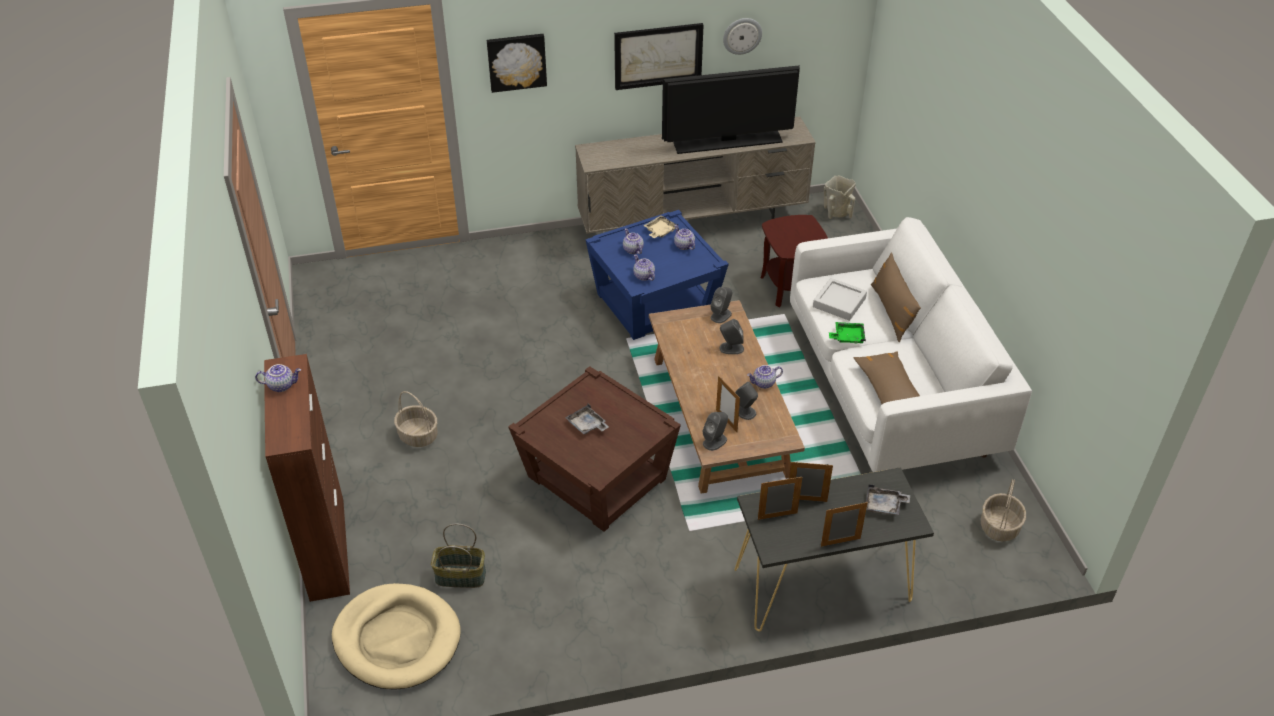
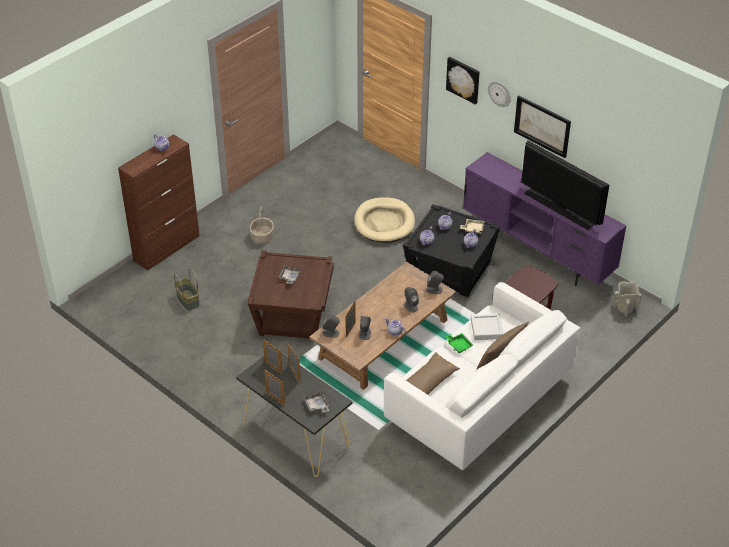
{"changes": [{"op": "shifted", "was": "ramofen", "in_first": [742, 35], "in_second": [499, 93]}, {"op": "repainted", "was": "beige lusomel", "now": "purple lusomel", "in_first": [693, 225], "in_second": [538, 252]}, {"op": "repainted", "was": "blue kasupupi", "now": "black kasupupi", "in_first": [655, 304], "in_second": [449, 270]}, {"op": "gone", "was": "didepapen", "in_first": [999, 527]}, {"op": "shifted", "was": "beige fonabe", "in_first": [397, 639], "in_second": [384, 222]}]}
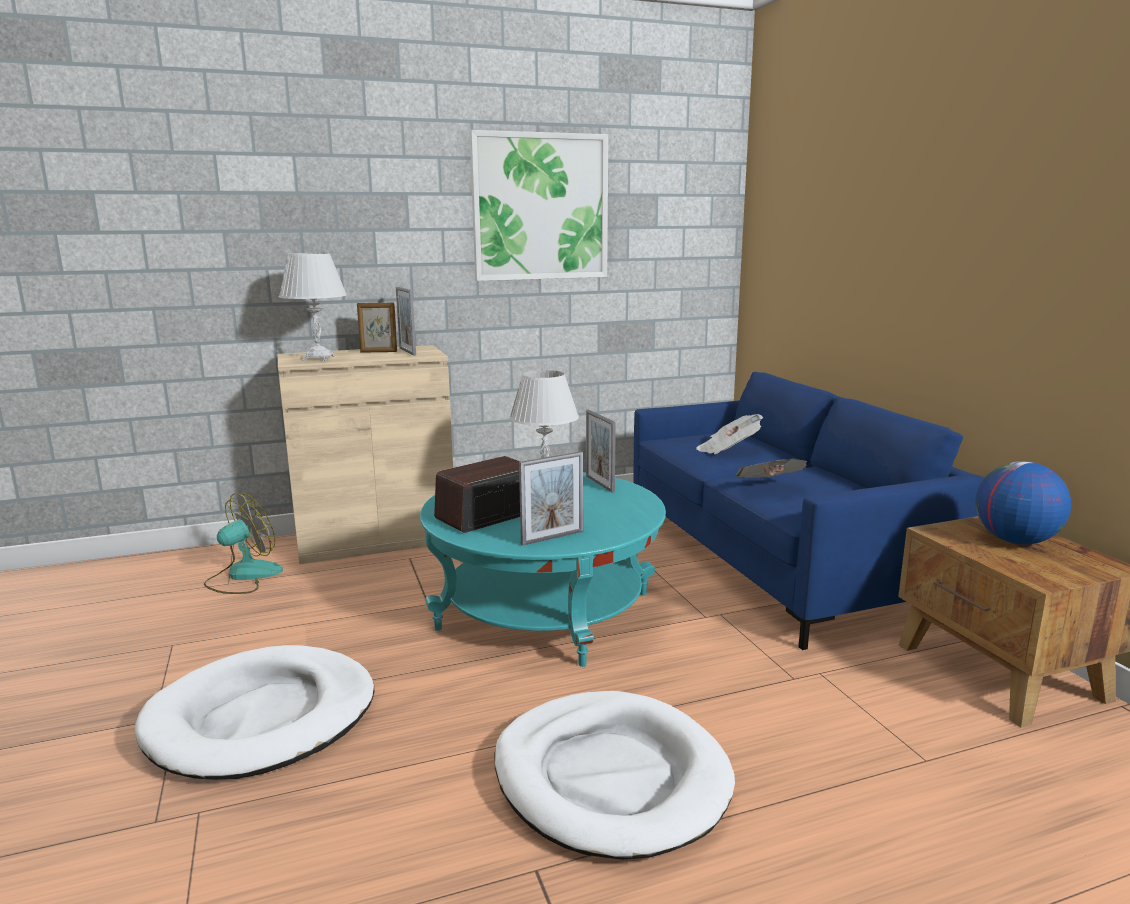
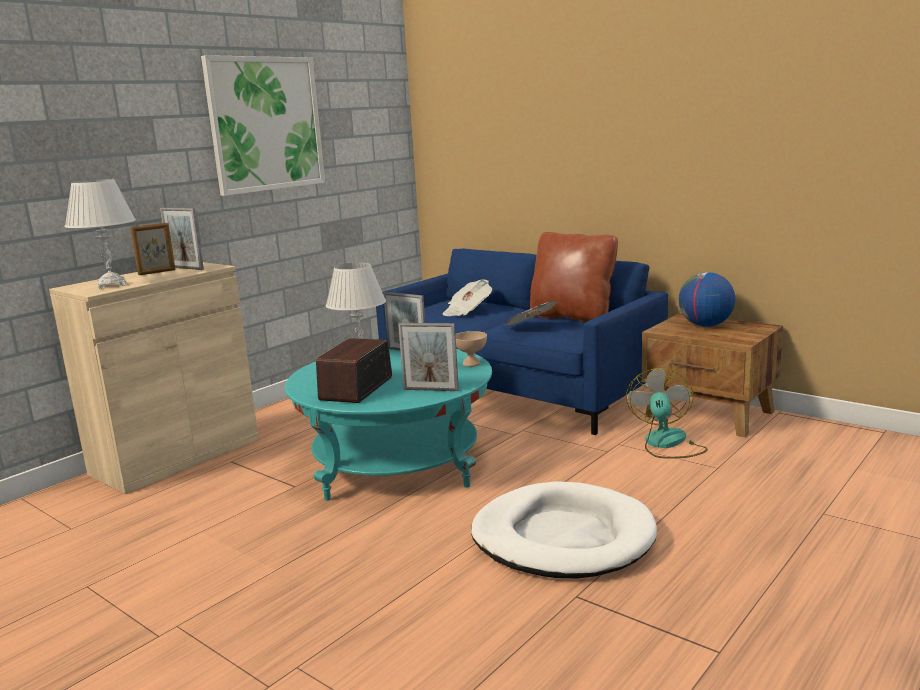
{"changes": [{"op": "rotated", "was": "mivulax", "in_first": [552, 538], "in_second": [430, 390], "clockwise": 75}, {"op": "shifted", "was": "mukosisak", "in_first": [243, 576], "in_second": [667, 444]}, {"op": "gone", "was": "white fonabe", "in_first": [262, 718]}, {"op": "new", "now": "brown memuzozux", "in_second": [572, 317]}, {"op": "new", "now": "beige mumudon", "in_second": [471, 364]}]}
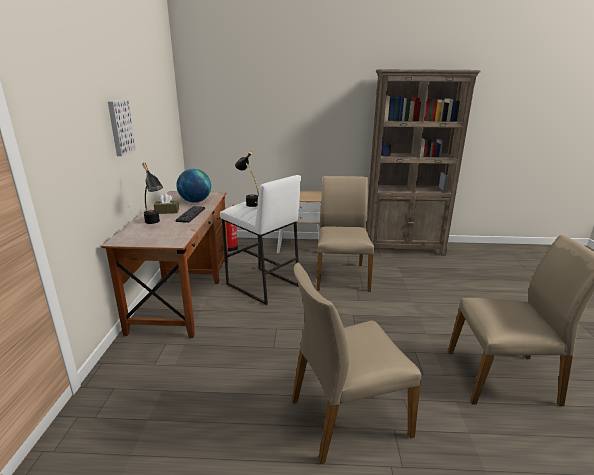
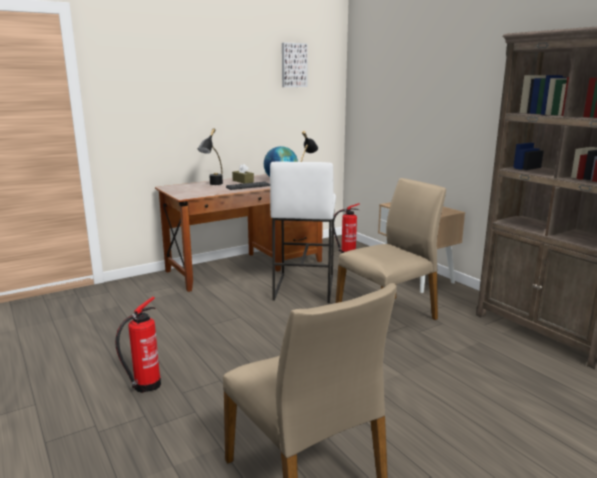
{"changes": [{"op": "shifted", "was": "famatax", "in_first": [120, 127], "in_second": [293, 65]}, {"op": "swapped", "was": "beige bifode", "now": "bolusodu", "in_first": [347, 416], "in_second": [145, 386]}]}
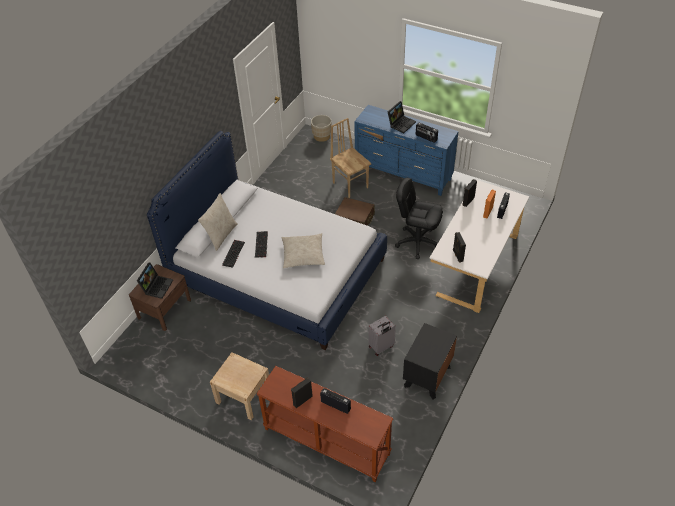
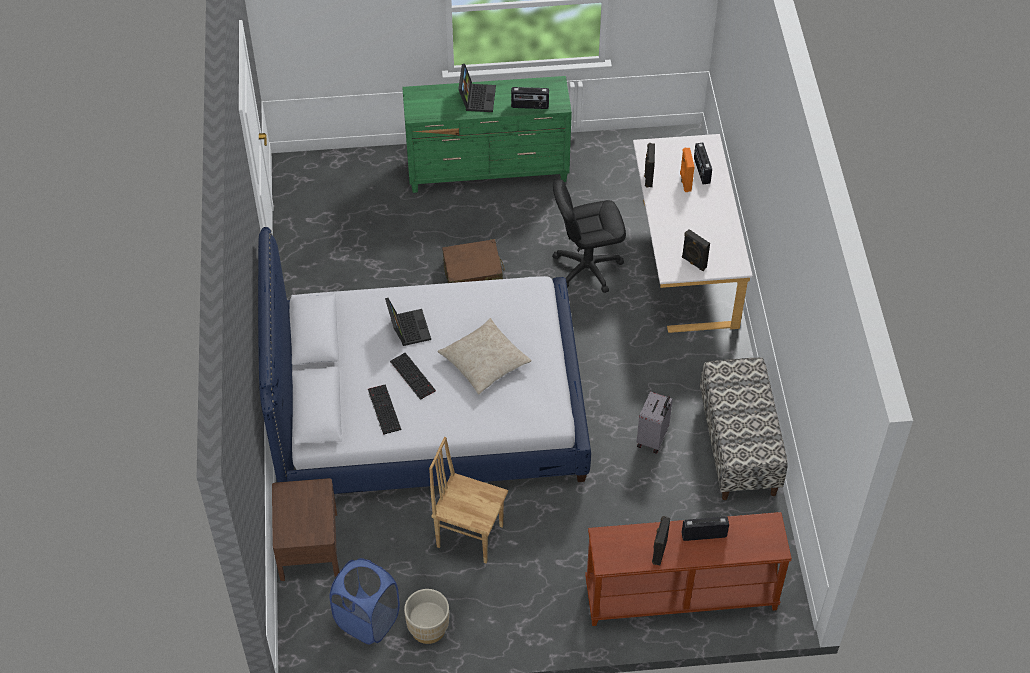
{"changes": [{"op": "repainted", "was": "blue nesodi", "now": "green nesodi", "in_first": [403, 174], "in_second": [488, 171]}, {"op": "shifted", "was": "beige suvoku", "in_first": [321, 136], "in_second": [428, 628]}, {"op": "shifted", "was": "brown bifode", "in_first": [350, 185], "in_second": [469, 535]}, {"op": "gone", "was": "beige memuzozux", "in_first": [221, 235]}, {"op": "shifted", "was": "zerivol", "in_first": [157, 286], "in_second": [407, 328]}, {"op": "swapped", "was": "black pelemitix", "now": "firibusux", "in_first": [427, 376], "in_second": [739, 446]}, {"op": "gone", "was": "beige pelemitix", "in_first": [243, 396]}, {"op": "new", "now": "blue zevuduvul", "in_second": [367, 620]}]}
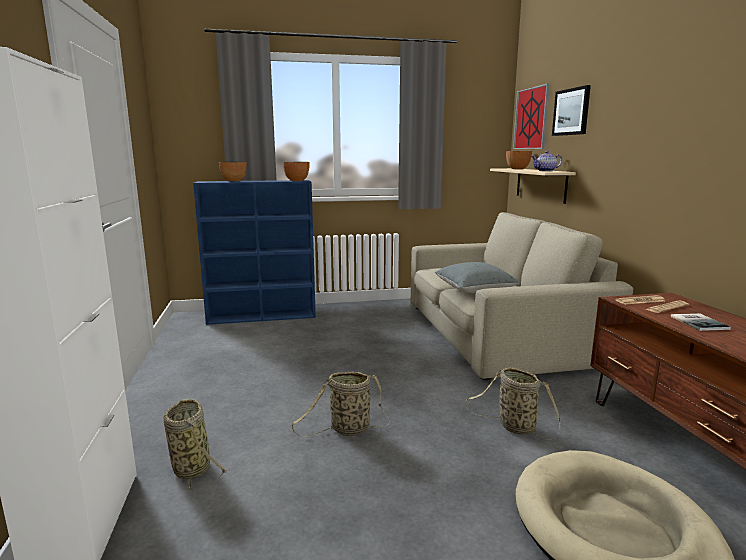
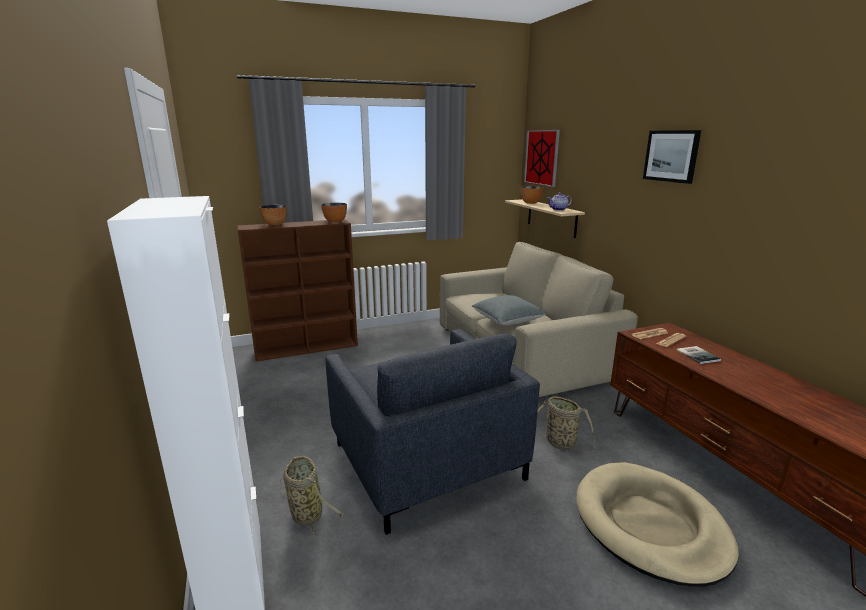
{"changes": [{"op": "shifted", "was": "famatax", "in_first": [571, 112], "in_second": [671, 156]}, {"op": "repainted", "was": "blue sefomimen", "now": "brown sefomimen", "in_first": [263, 316], "in_second": [307, 348]}, {"op": "swapped", "was": "didepapen", "now": "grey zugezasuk", "in_first": [347, 430], "in_second": [426, 461]}]}
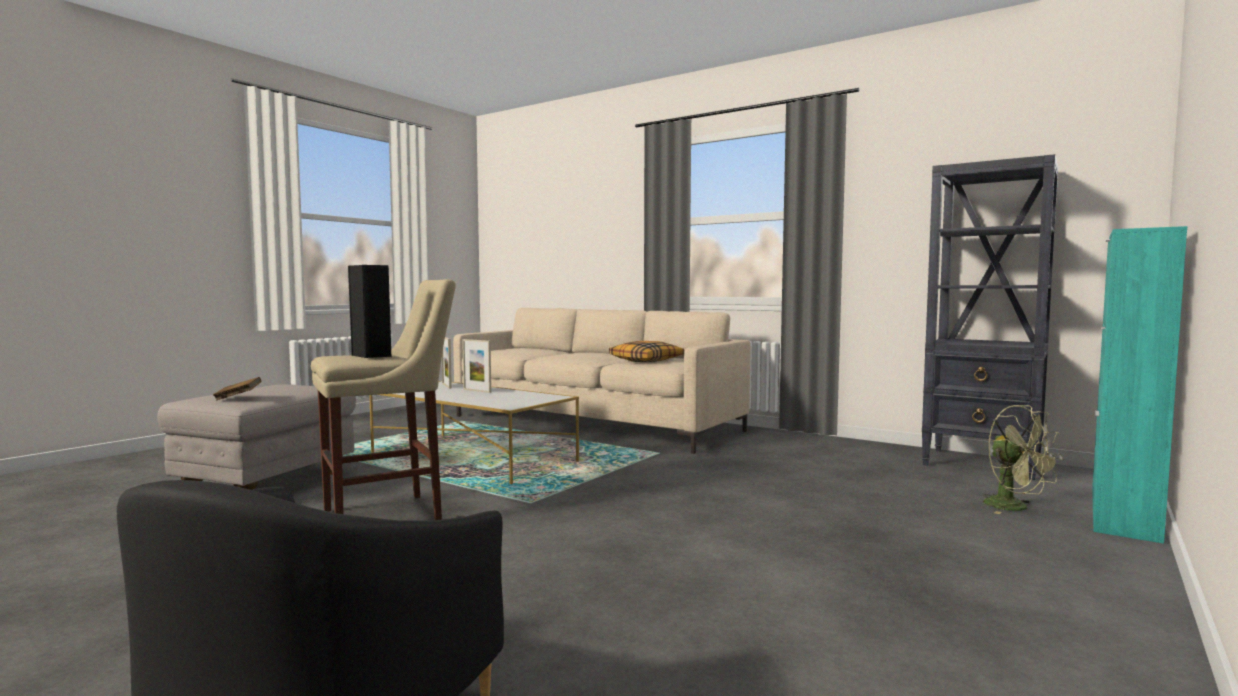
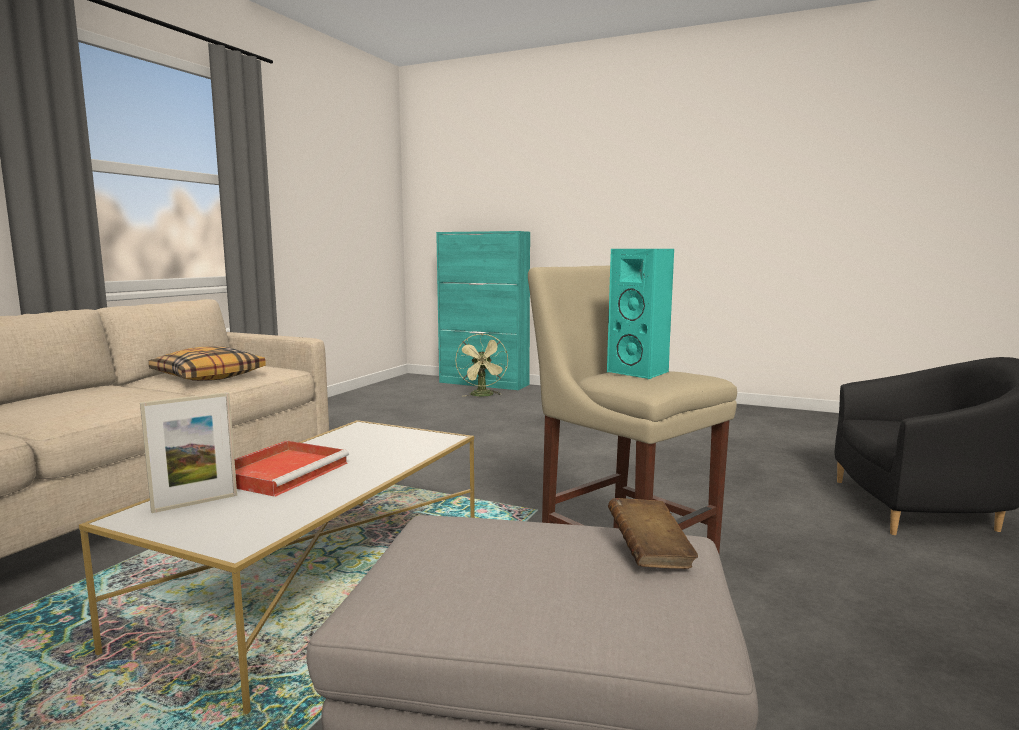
{"changes": [{"op": "gone", "was": "black sefomimen", "in_first": [982, 464]}, {"op": "repainted", "was": "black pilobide", "now": "turquoise pilobide", "in_first": [373, 355], "in_second": [641, 372]}, {"op": "swapped", "was": "mivulax", "now": "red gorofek", "in_first": [477, 391], "in_second": [282, 471]}, {"op": "rotated", "was": "green mukosisak", "in_first": [1015, 508], "in_second": [483, 395], "clockwise": 120}]}
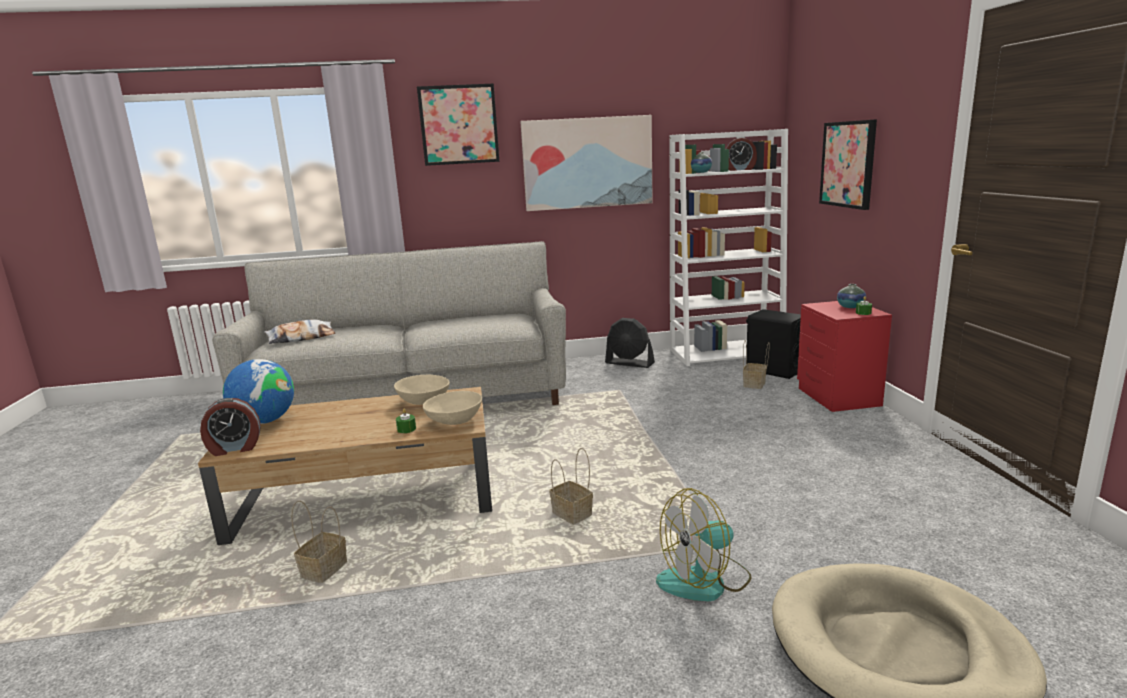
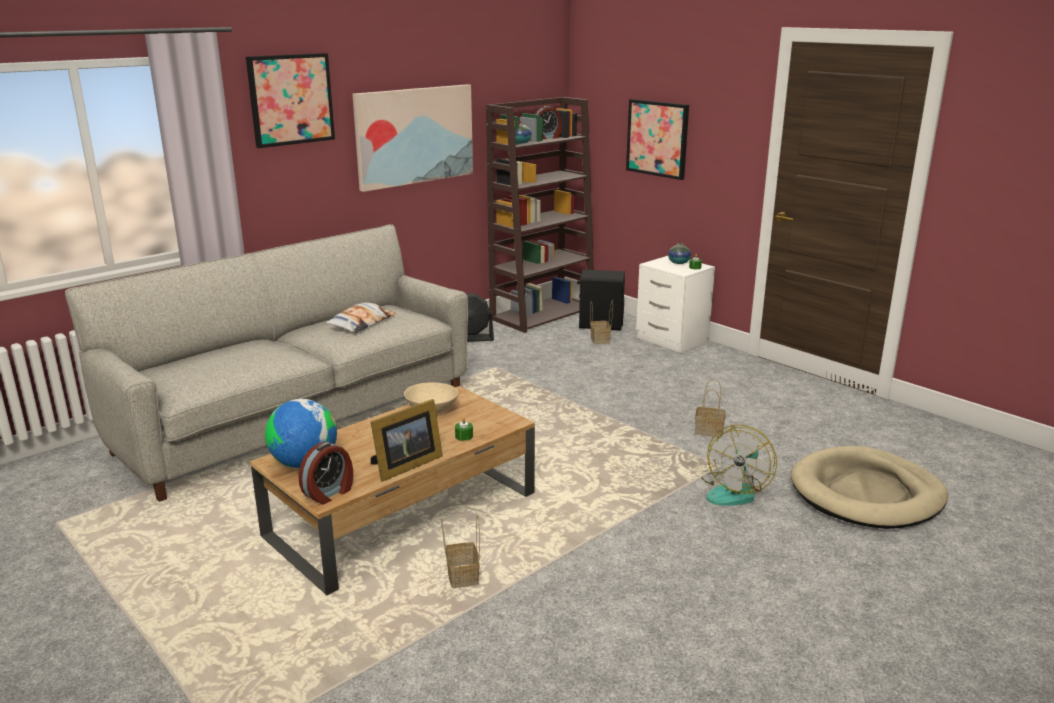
{"changes": [{"op": "repainted", "was": "white sefomimen", "now": "brown sefomimen", "in_first": [726, 352], "in_second": [543, 313]}, {"op": "repainted", "was": "red pelemitix", "now": "white pelemitix", "in_first": [837, 397], "in_second": [672, 340]}, {"op": "shifted", "was": "memuzozux", "in_first": [301, 338], "in_second": [361, 323]}, {"op": "gone", "was": "beige mumudon", "in_first": [455, 420]}, {"op": "shifted", "was": "didepapen", "in_first": [573, 515], "in_second": [710, 431]}, {"op": "new", "now": "mivulax", "in_second": [404, 465]}]}
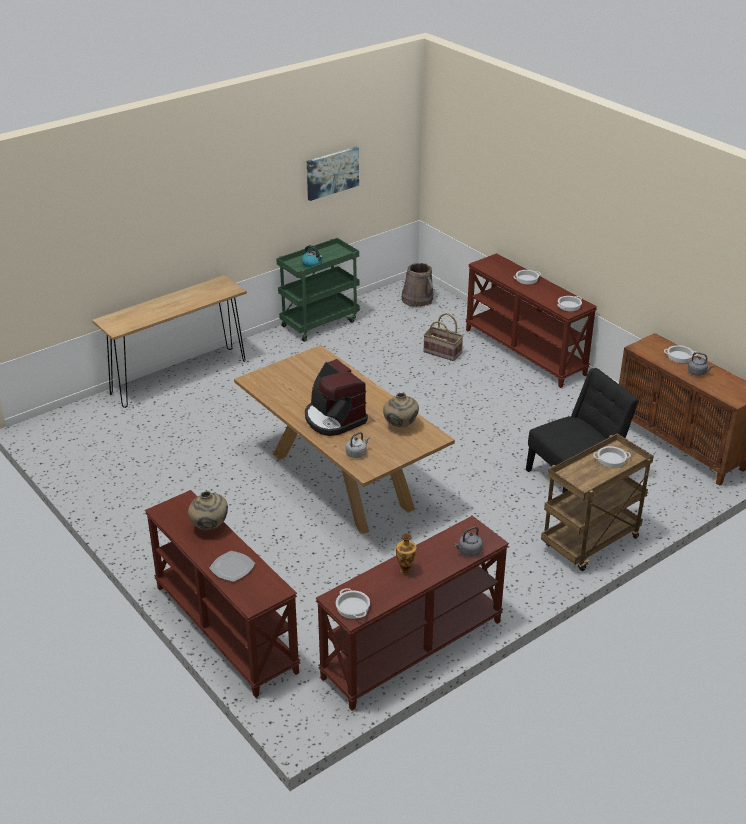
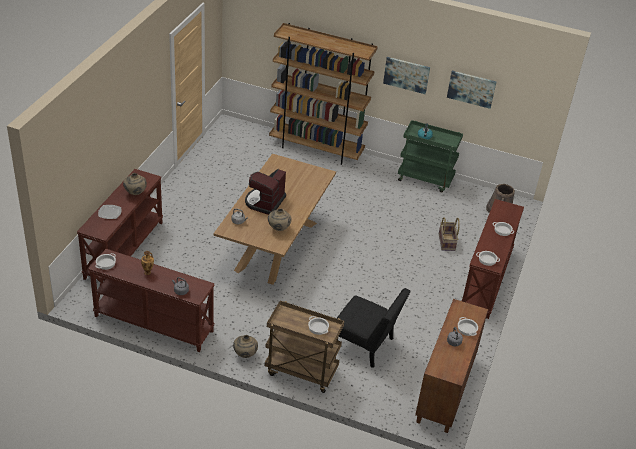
{"changes": [{"op": "swapped", "was": "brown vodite", "now": "brown sefomimen", "in_first": [179, 377], "in_second": [316, 149]}, {"op": "new", "now": "famatax", "in_second": [406, 74]}, {"op": "new", "now": "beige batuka", "in_second": [245, 355]}]}
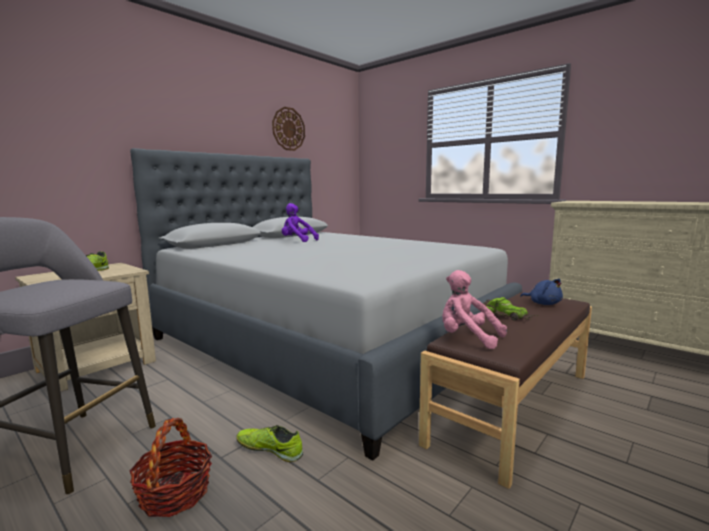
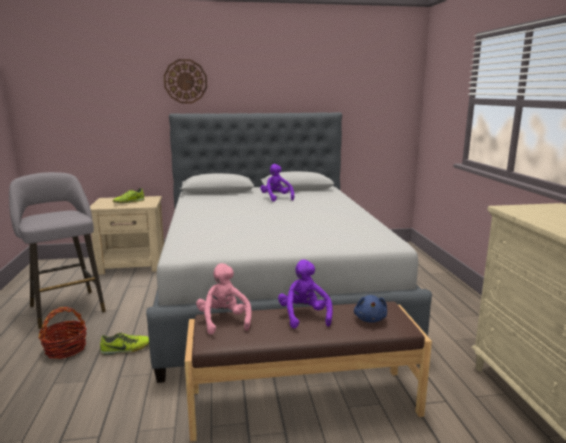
{"changes": [{"op": "shifted", "was": "ramofen", "in_first": [288, 129], "in_second": [185, 81]}, {"op": "swapped", "was": "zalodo", "now": "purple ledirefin", "in_first": [506, 315], "in_second": [304, 316]}, {"op": "rotated", "was": "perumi", "in_first": [270, 449], "in_second": [126, 349], "clockwise": 105}]}
